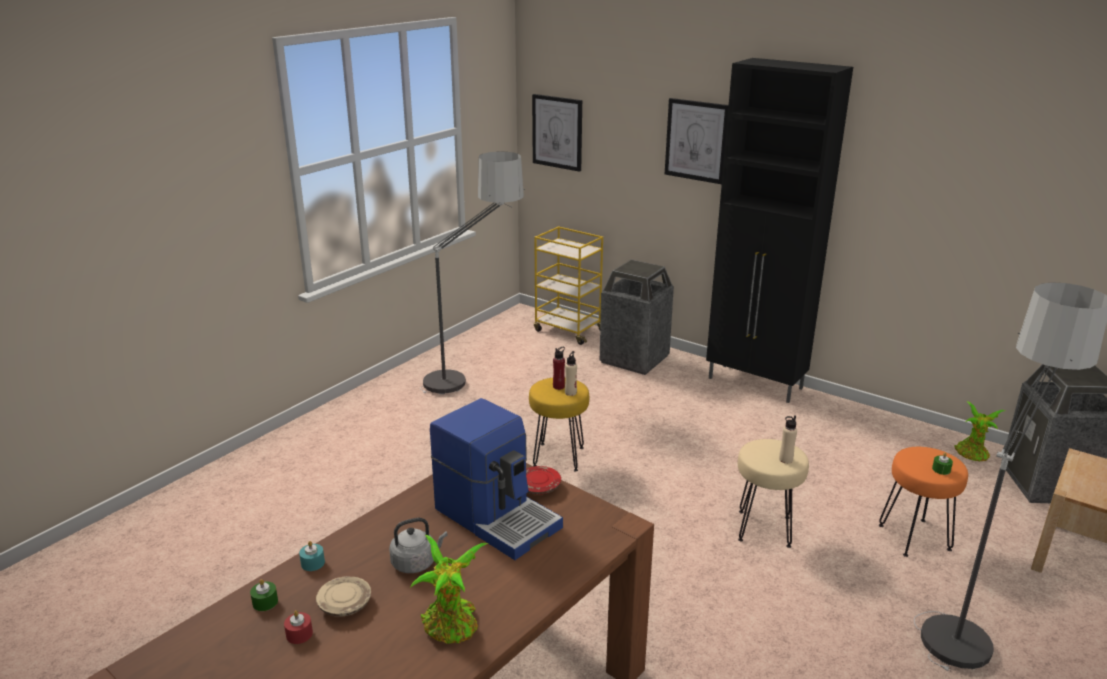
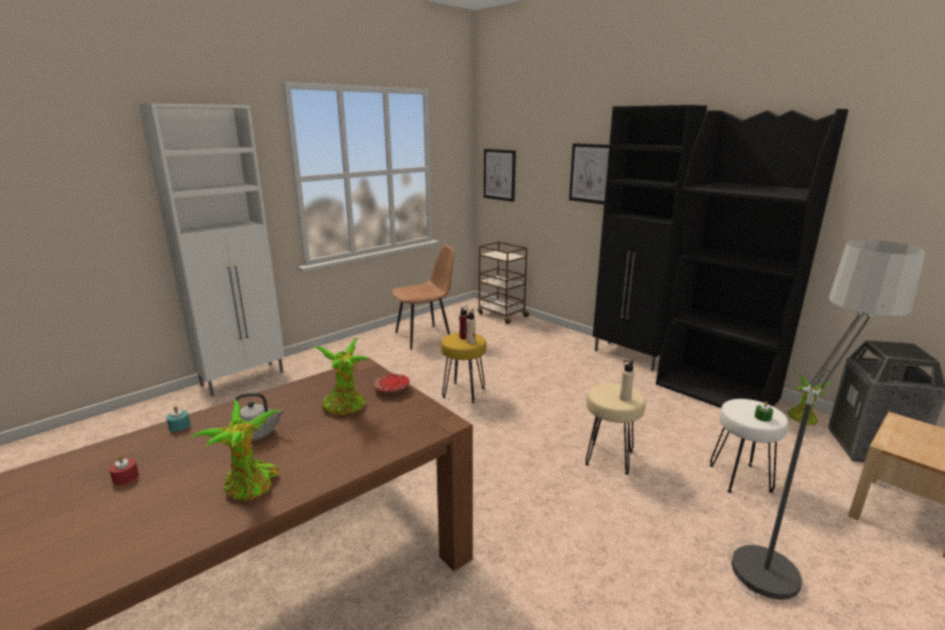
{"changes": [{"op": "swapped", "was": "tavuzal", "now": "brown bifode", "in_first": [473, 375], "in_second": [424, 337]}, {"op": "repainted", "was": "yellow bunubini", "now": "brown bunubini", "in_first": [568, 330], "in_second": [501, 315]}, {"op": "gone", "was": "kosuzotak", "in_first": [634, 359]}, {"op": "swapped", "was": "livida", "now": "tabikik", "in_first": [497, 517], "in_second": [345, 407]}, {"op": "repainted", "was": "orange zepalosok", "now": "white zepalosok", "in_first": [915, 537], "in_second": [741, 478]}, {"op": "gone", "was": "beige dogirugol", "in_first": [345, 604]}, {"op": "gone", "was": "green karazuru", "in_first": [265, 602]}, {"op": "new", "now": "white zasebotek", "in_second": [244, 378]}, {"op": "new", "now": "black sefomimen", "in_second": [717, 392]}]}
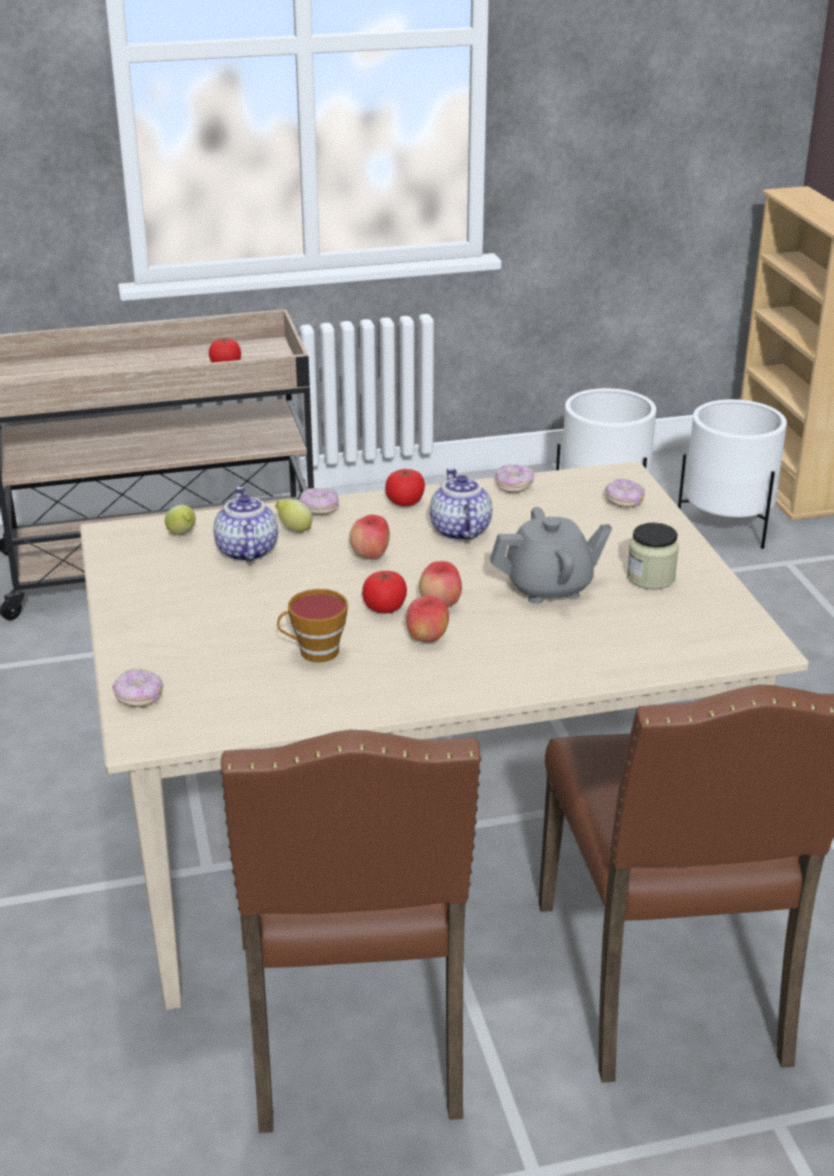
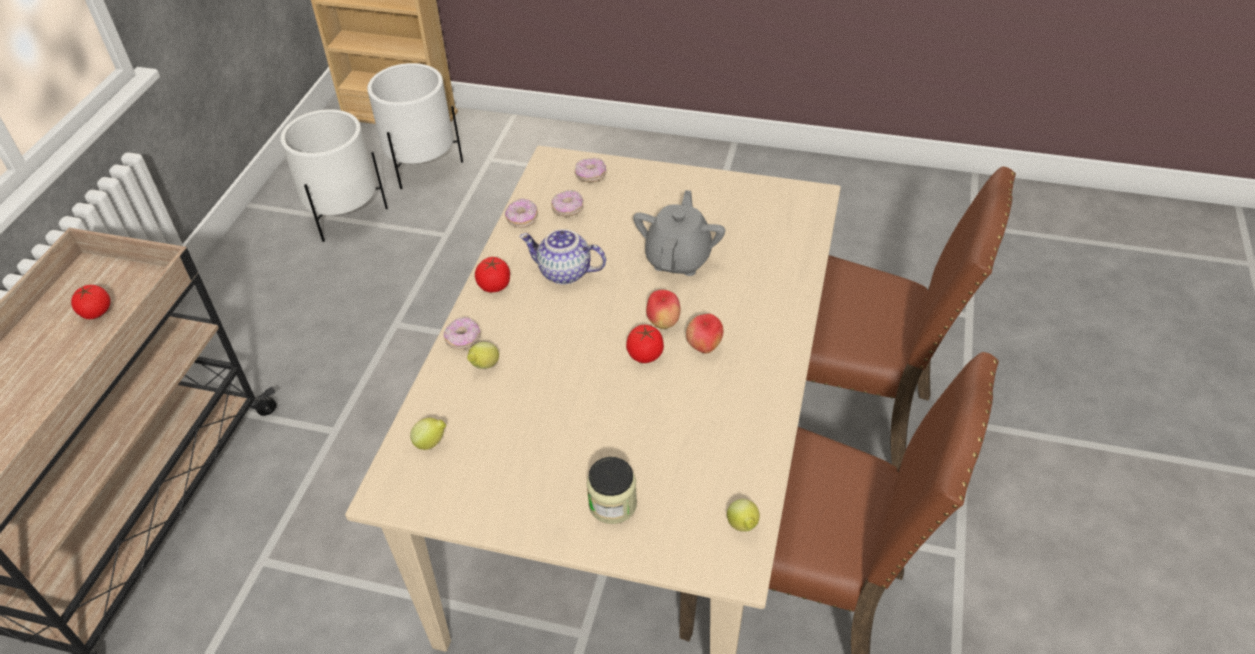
{"changes": [{"op": "gone", "was": "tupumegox", "in_first": [245, 551]}, {"op": "gone", "was": "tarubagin", "in_first": [370, 556]}, {"op": "shifted", "was": "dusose", "in_first": [651, 577], "in_second": [612, 504]}, {"op": "gone", "was": "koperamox", "in_first": [314, 652]}, {"op": "shifted", "was": "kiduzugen", "in_first": [139, 697], "in_second": [568, 210]}, {"op": "new", "now": "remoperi", "in_second": [743, 526]}]}
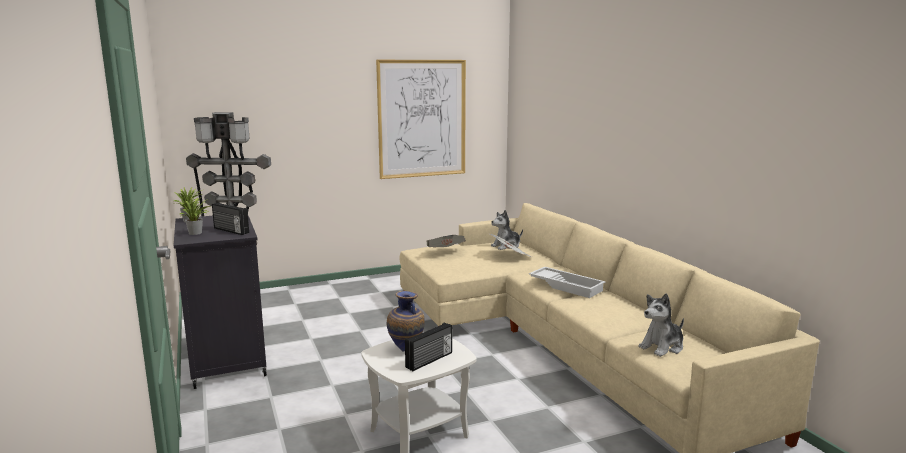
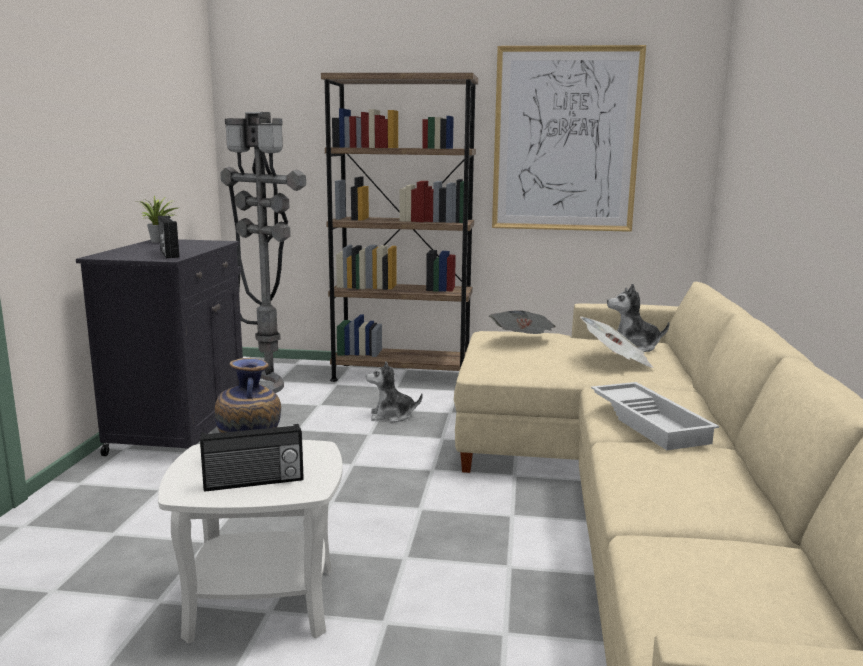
{"changes": [{"op": "gone", "was": "tabikik", "in_first": [196, 233]}, {"op": "shifted", "was": "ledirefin", "in_first": [662, 347], "in_second": [392, 416]}, {"op": "new", "now": "brown sefomimen", "in_second": [401, 375]}]}
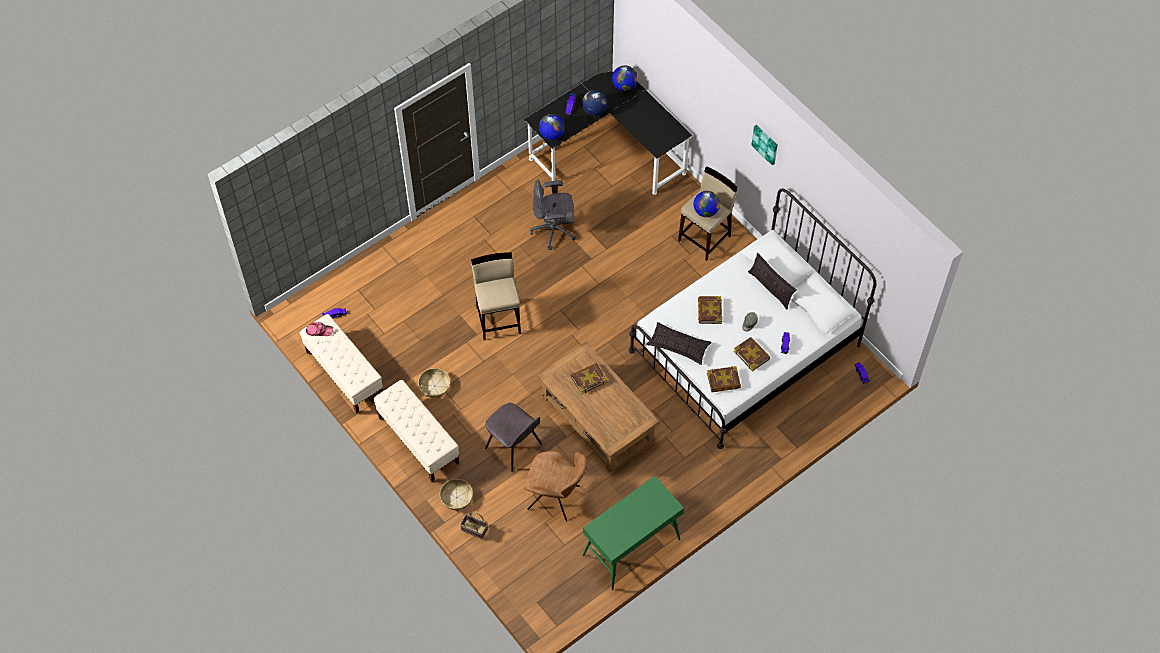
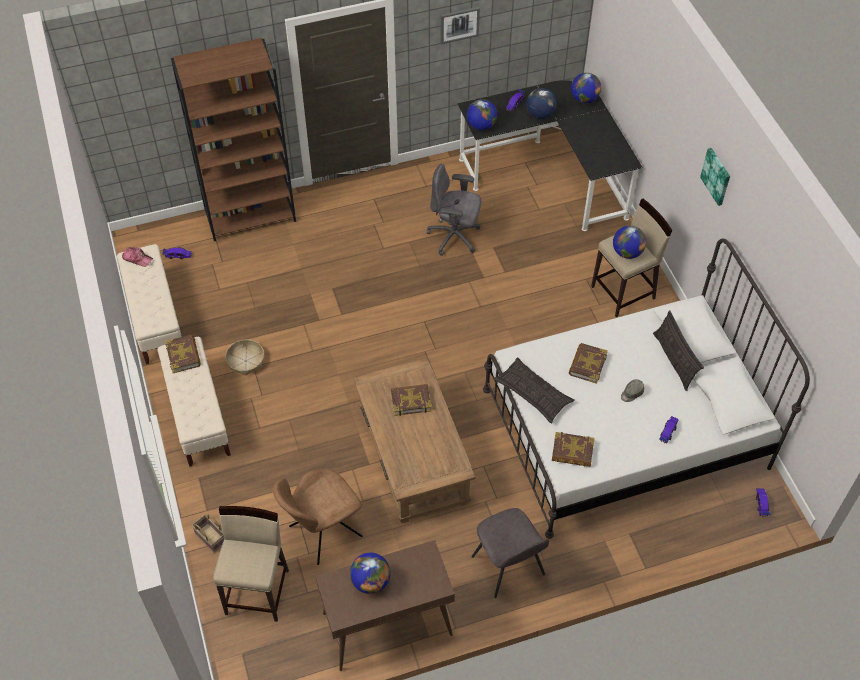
{"changes": [{"op": "shifted", "was": "beige zepalosok", "in_first": [498, 319], "in_second": [258, 591]}, {"op": "shifted", "was": "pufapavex", "in_first": [751, 355], "in_second": [183, 355]}, {"op": "shifted", "was": "grey bifode", "in_first": [514, 447], "in_second": [509, 567]}, {"op": "rotated", "was": "brown bifode", "in_first": [556, 498], "in_second": [323, 533], "clockwise": 105}, {"op": "repainted", "was": "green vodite", "now": "brown vodite", "in_first": [631, 548], "in_second": [386, 625]}, {"op": "gone", "was": "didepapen", "in_first": [456, 497]}, {"op": "new", "now": "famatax", "in_second": [459, 24]}, {"op": "new", "now": "brown sefomimen", "in_second": [250, 215]}, {"op": "new", "now": "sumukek", "in_second": [371, 581]}]}
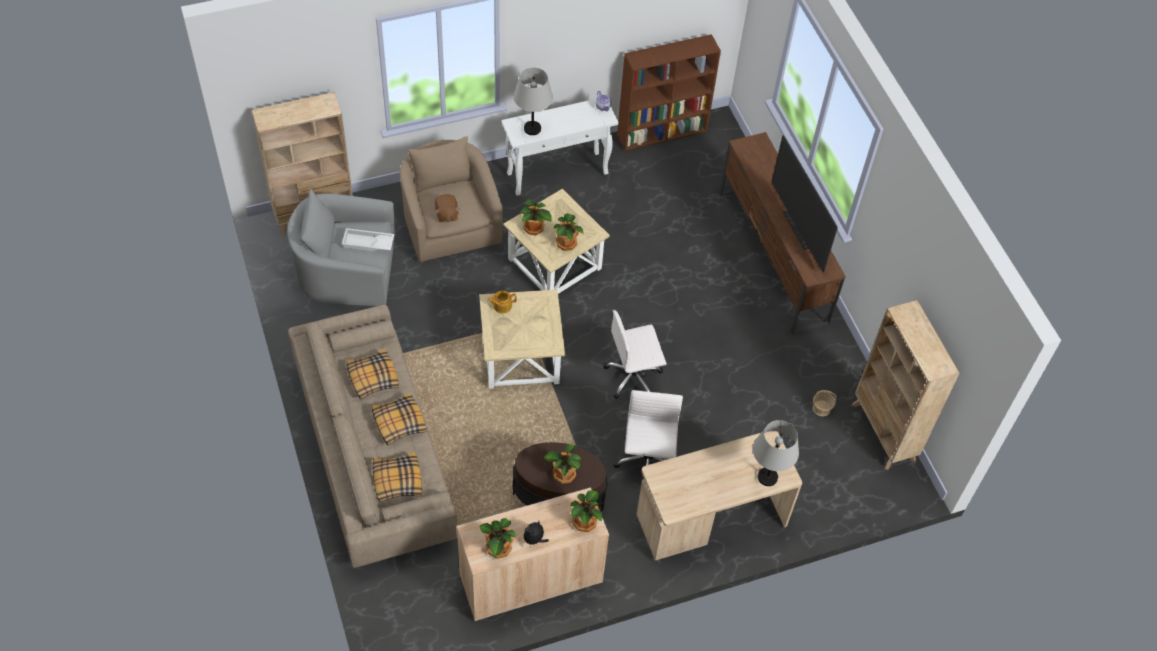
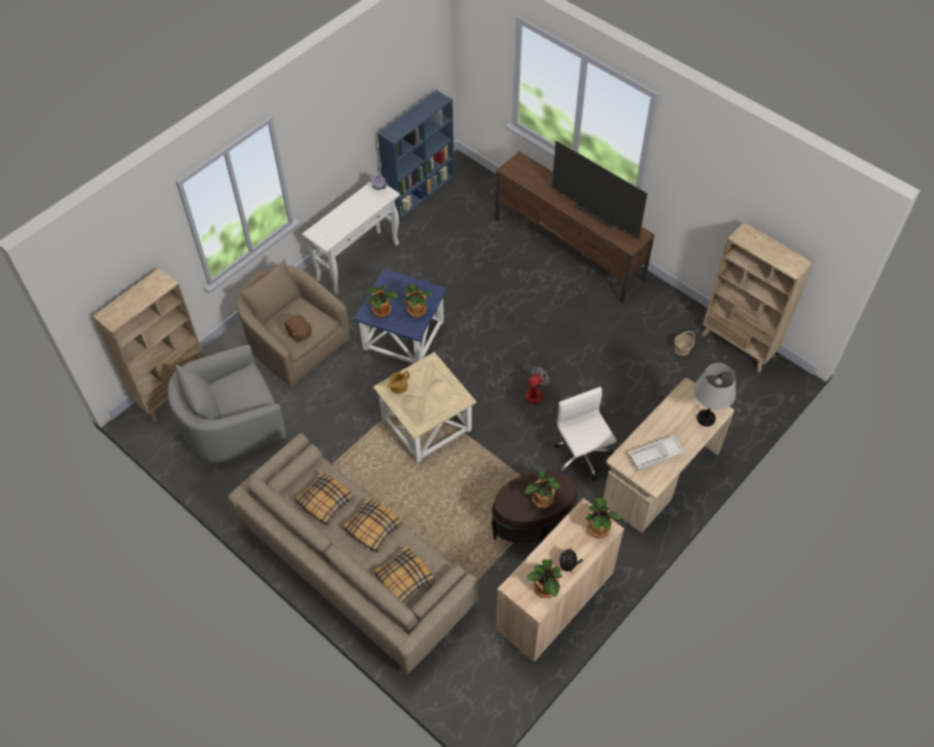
{"changes": [{"op": "repainted", "was": "brown sefomimen", "now": "blue sefomimen", "in_first": [662, 132], "in_second": [420, 192]}, {"op": "gone", "was": "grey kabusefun", "in_first": [532, 129]}, {"op": "repainted", "was": "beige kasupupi", "now": "blue kasupupi", "in_first": [554, 265], "in_second": [404, 336]}, {"op": "shifted", "was": "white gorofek", "in_first": [368, 243], "in_second": [655, 456]}, {"op": "swapped", "was": "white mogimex", "now": "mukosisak", "in_first": [634, 377], "in_second": [527, 395]}]}
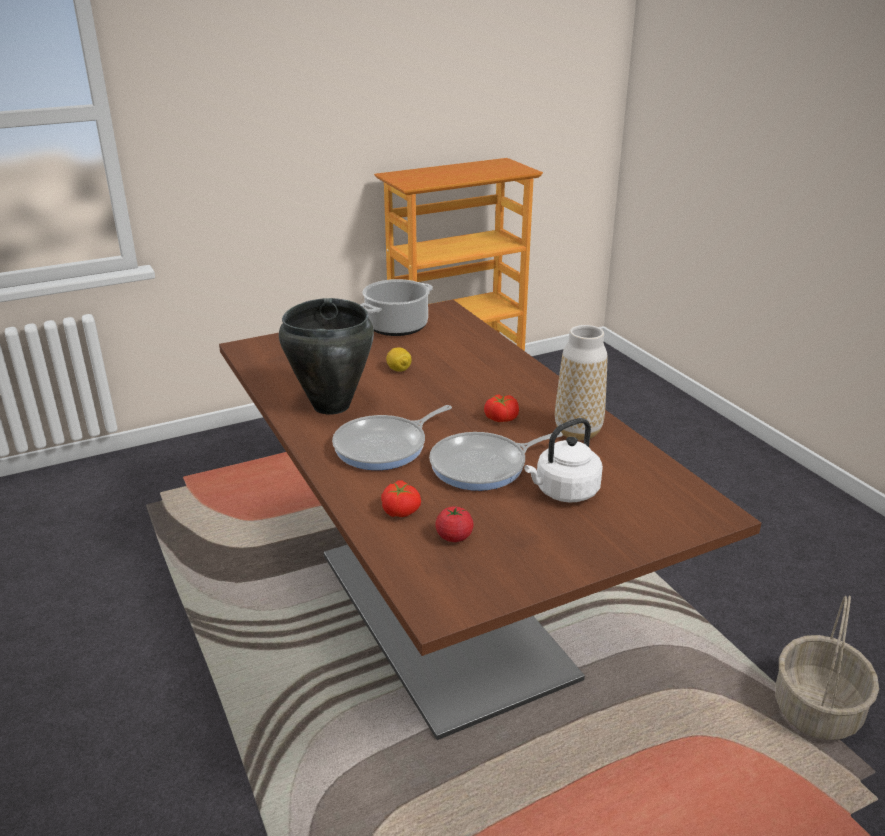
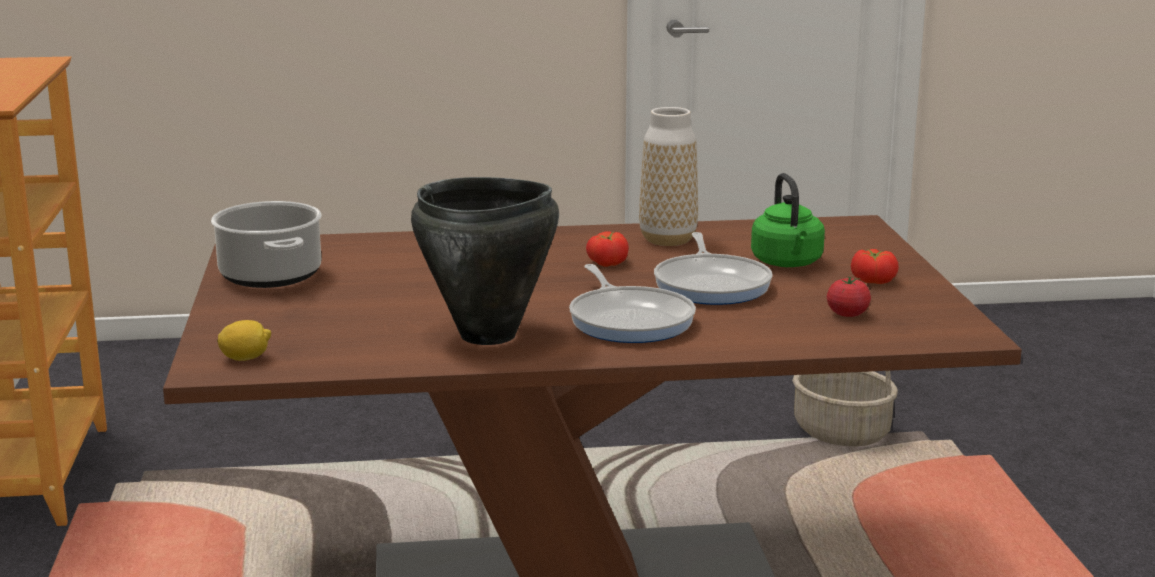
{"changes": [{"op": "shifted", "was": "remoperi", "in_first": [399, 369], "in_second": [245, 358]}, {"op": "repainted", "was": "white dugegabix", "now": "green dugegabix", "in_first": [564, 492], "in_second": [788, 263]}, {"op": "shifted", "was": "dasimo", "in_first": [401, 510], "in_second": [873, 280]}]}
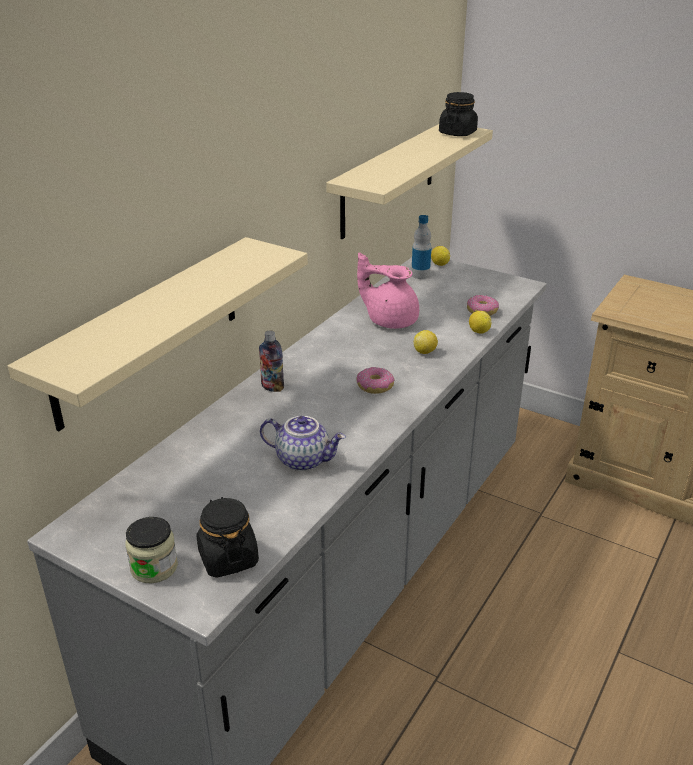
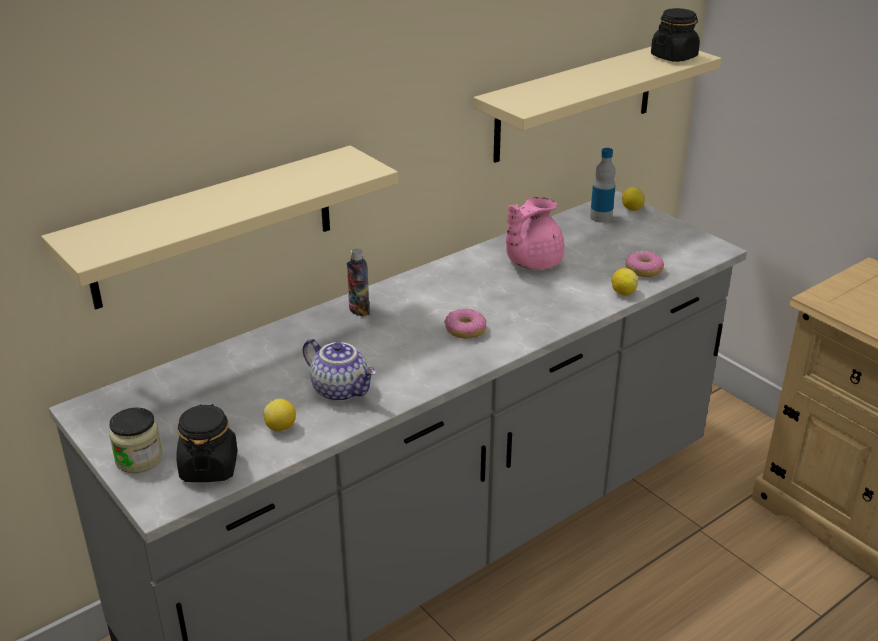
{"changes": [{"op": "rotated", "was": "pink tupumegox", "in_first": [390, 320], "in_second": [531, 262], "clockwise": -90}, {"op": "shifted", "was": "remoperi", "in_first": [425, 352], "in_second": [281, 427]}]}
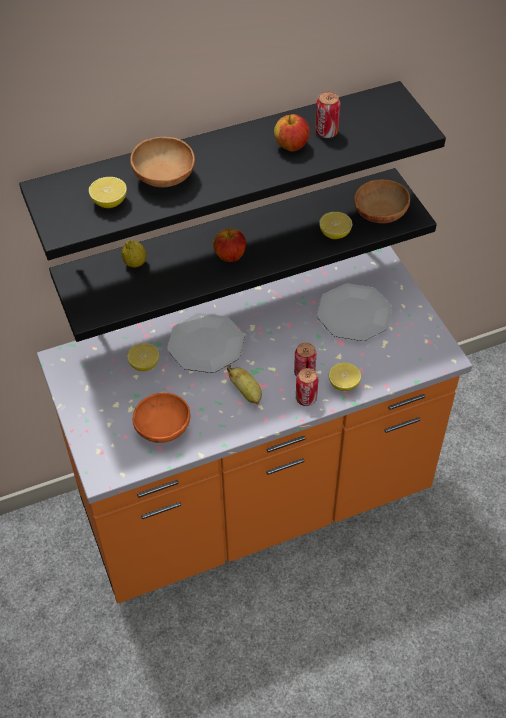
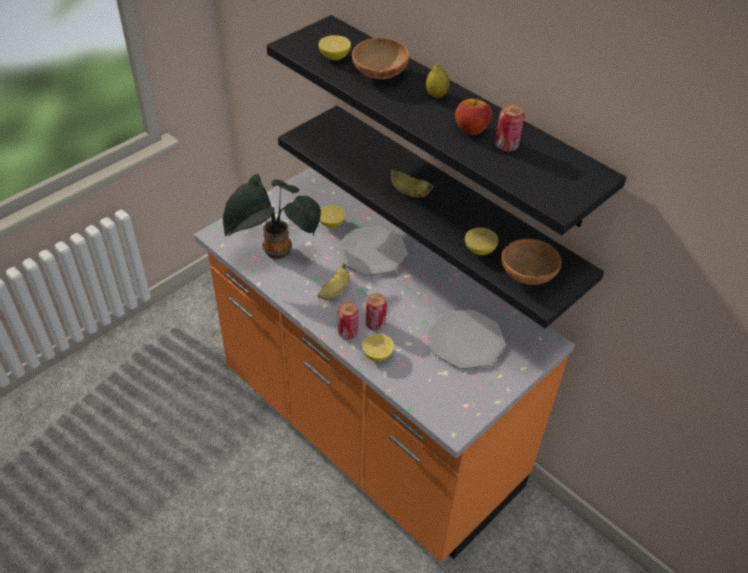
{"changes": [{"op": "swapped", "was": "tarubagin", "now": "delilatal", "in_first": [230, 256], "in_second": [408, 192]}, {"op": "shifted", "was": "remoperi", "in_first": [135, 264], "in_second": [436, 95]}, {"op": "swapped", "was": "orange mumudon", "now": "tabikik", "in_first": [162, 428], "in_second": [274, 253]}]}
